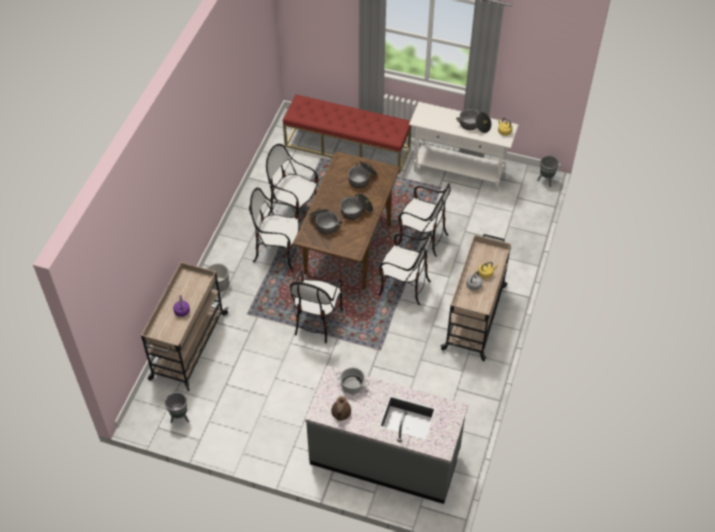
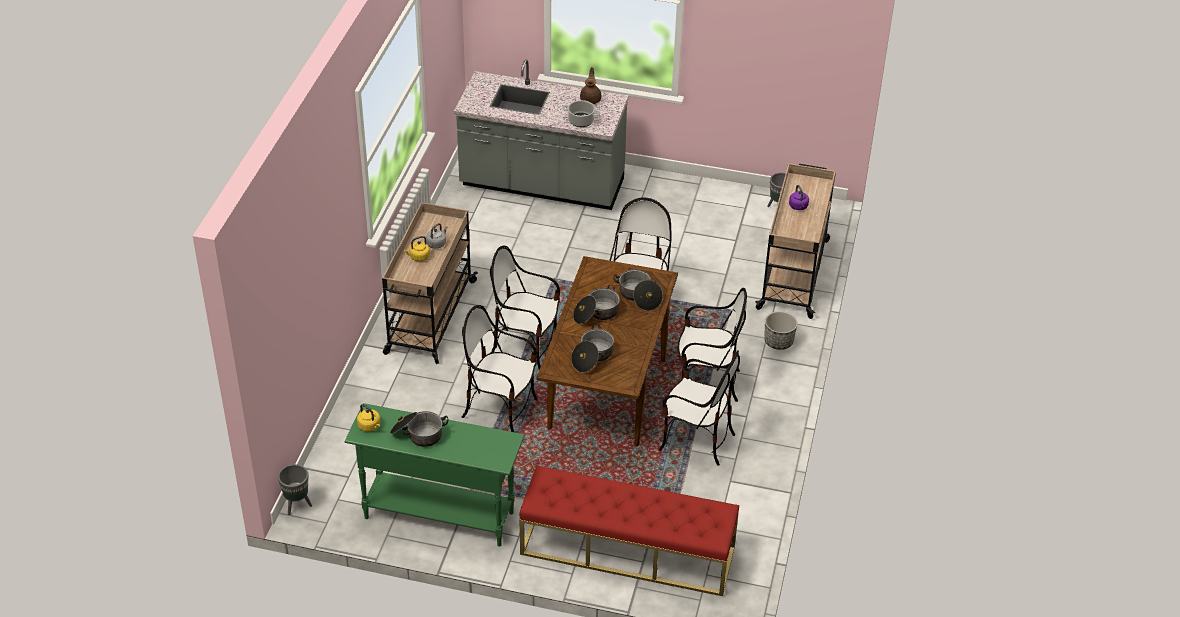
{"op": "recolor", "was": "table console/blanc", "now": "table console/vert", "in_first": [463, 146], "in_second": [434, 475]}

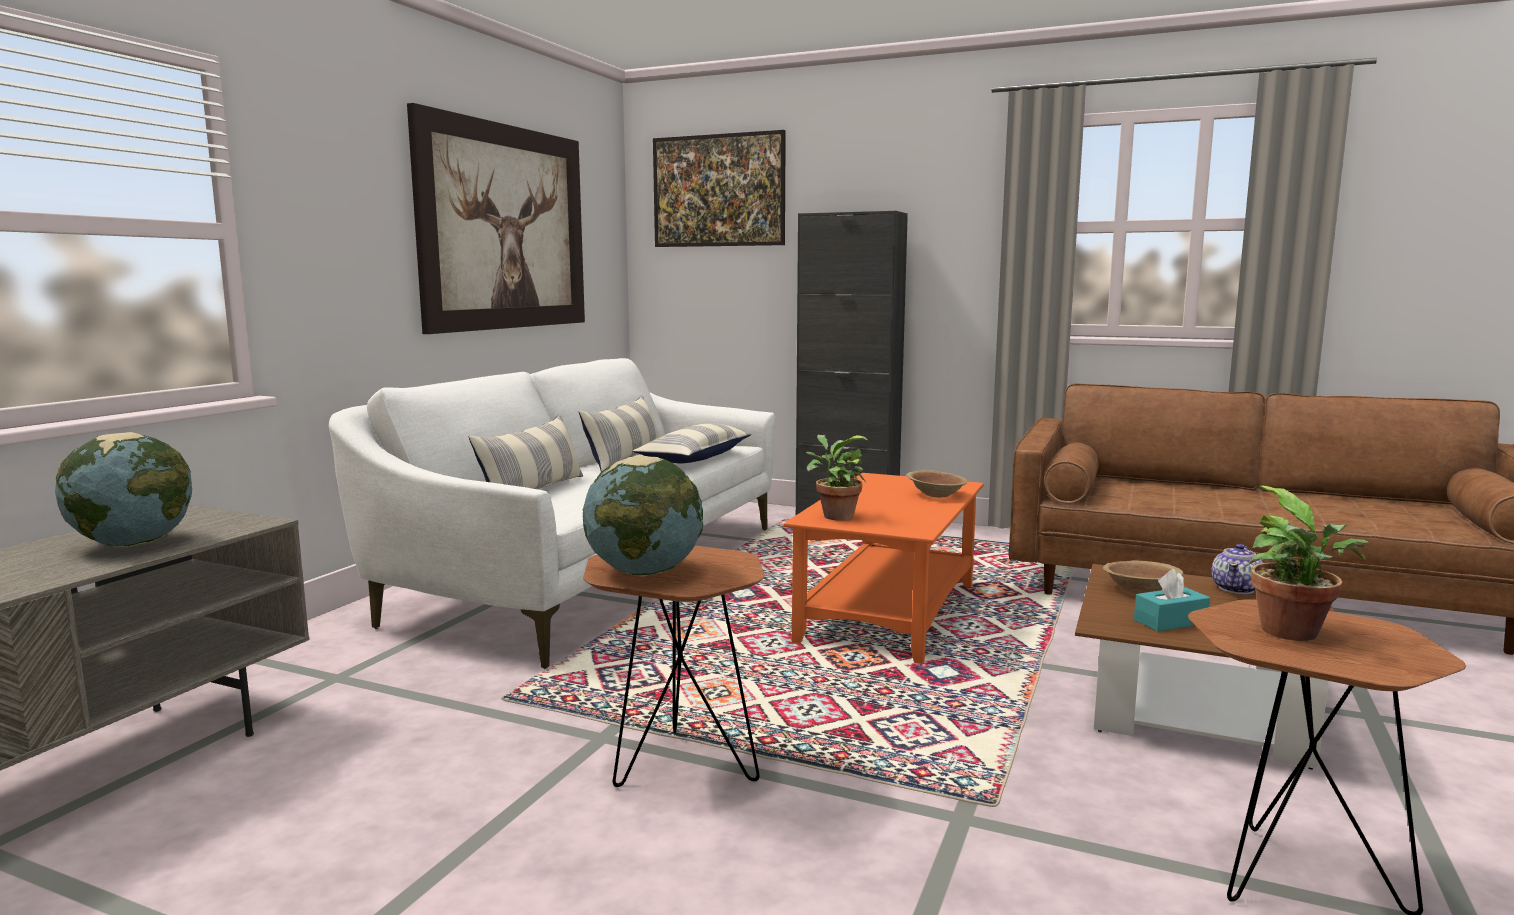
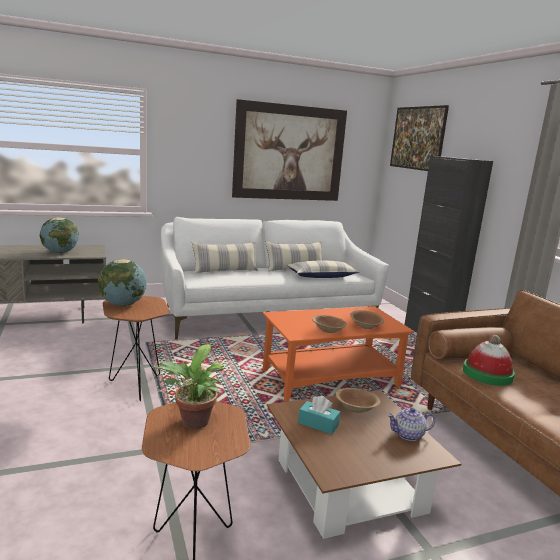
{"op": "insert", "now": "bol/marron", "in_second": [329, 324]}
{"op": "insert", "now": "chapeau", "in_second": [489, 360]}
{"op": "delete", "was": "plante en pot", "in_first": [836, 477]}

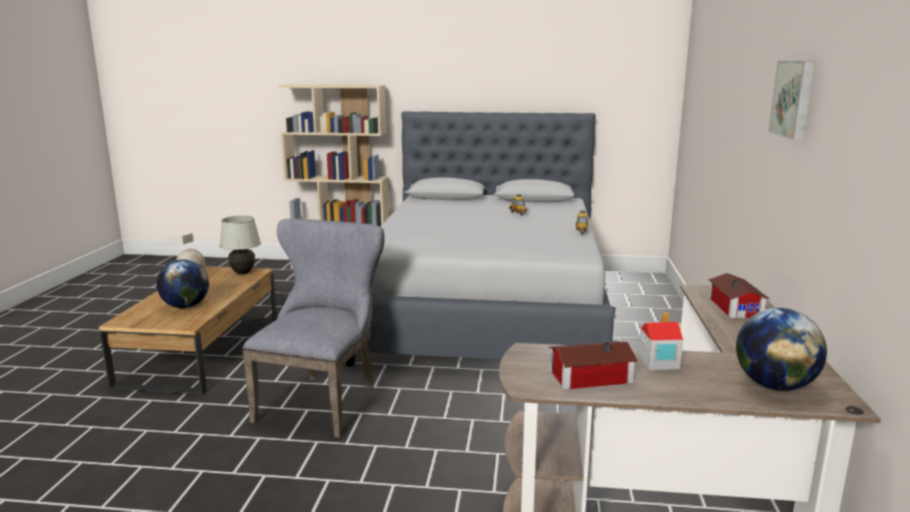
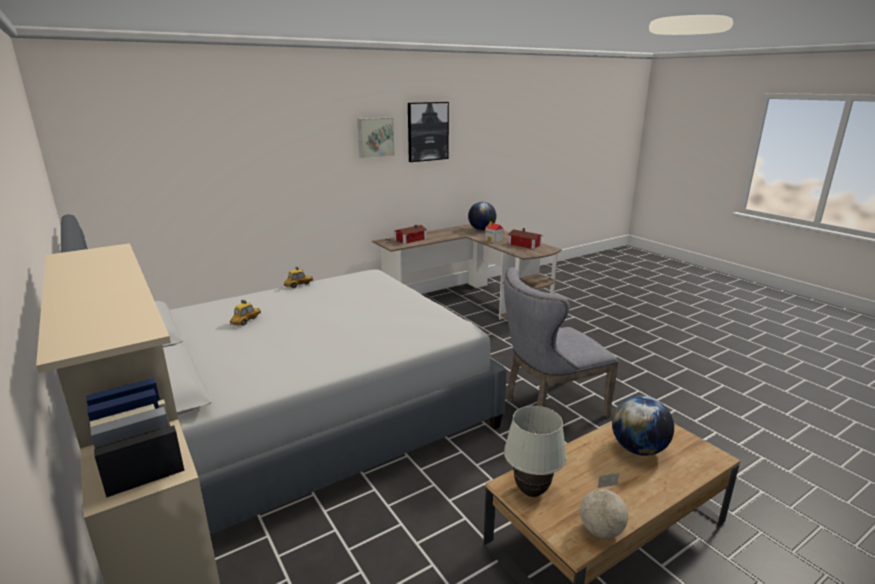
{"op": "insert", "now": "tableau", "in_second": [428, 132]}

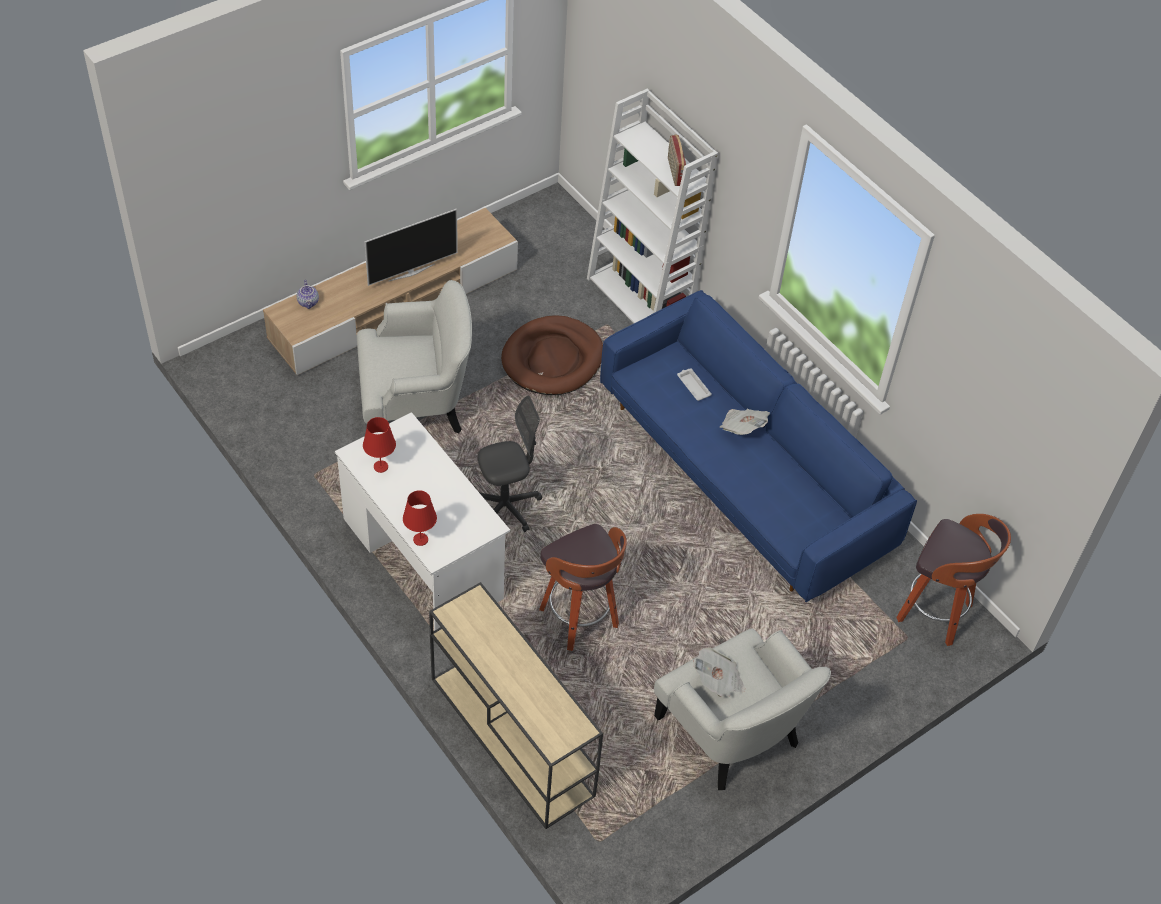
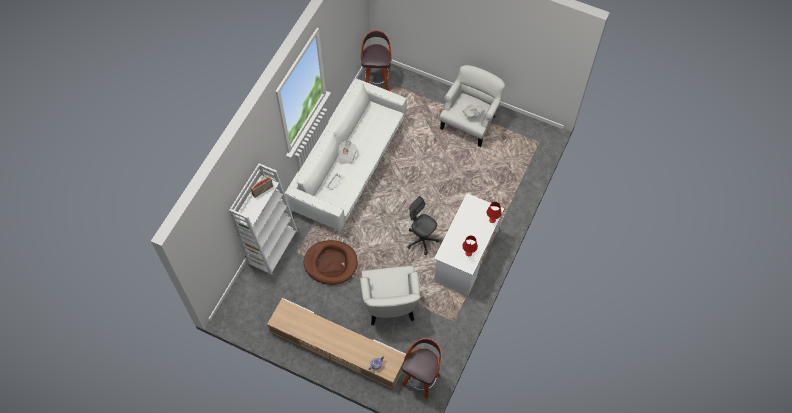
{"op": "recolor", "was": "canapé/bleu", "now": "canapé/blanc", "in_first": [758, 446], "in_second": [346, 155]}
{"op": "rotate", "was": "fauteuil/blanc", "in_first": [414, 357], "in_second": [390, 296], "clockwise": -150}
{"op": "move", "was": "tabouret", "in_first": [583, 587], "in_second": [422, 368]}
{"op": "delete", "was": "téléviseur", "in_first": [411, 247]}
{"op": "delete", "was": "table console/beige", "in_first": [516, 705]}

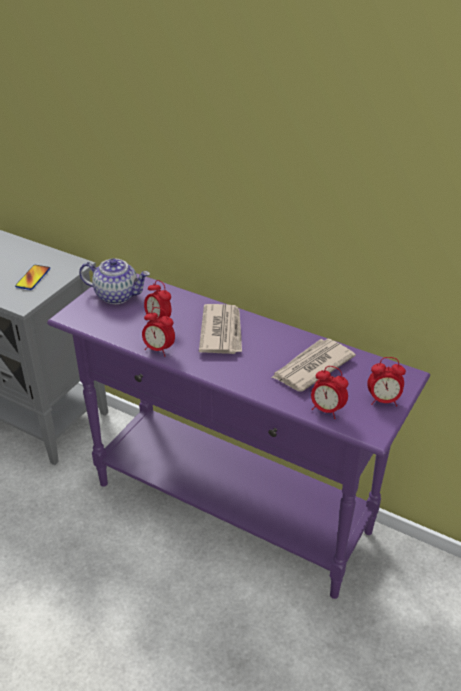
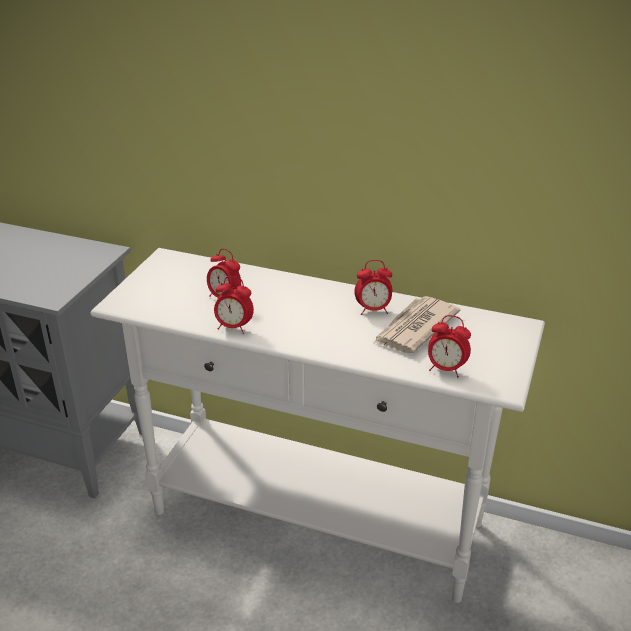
{"op": "recolor", "was": "table console/violet", "now": "table console/blanc", "in_first": [238, 436], "in_second": [318, 425]}
{"op": "move", "was": "réveil", "in_first": [386, 382], "in_second": [373, 287]}
{"op": "delete", "was": "téléphone", "in_first": [32, 277]}
{"op": "delete", "was": "théière", "in_first": [114, 281]}
{"op": "delete", "was": "journal", "in_first": [220, 329]}

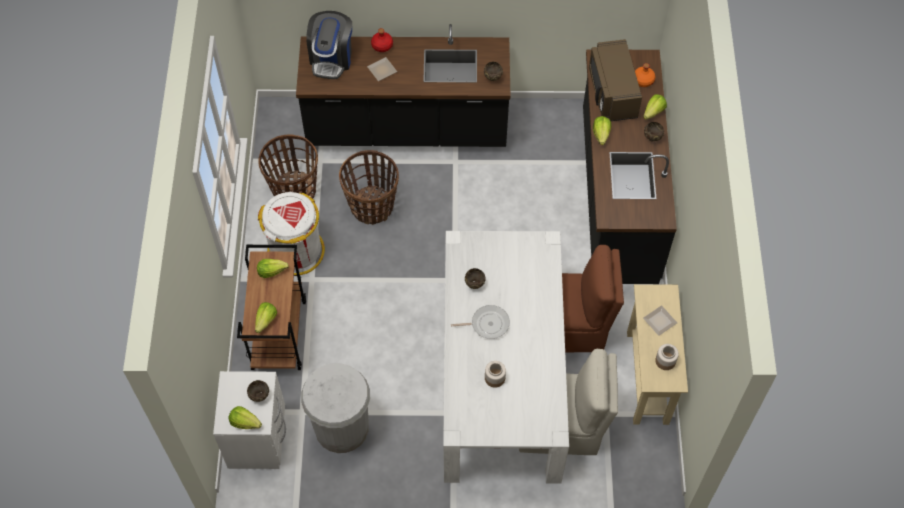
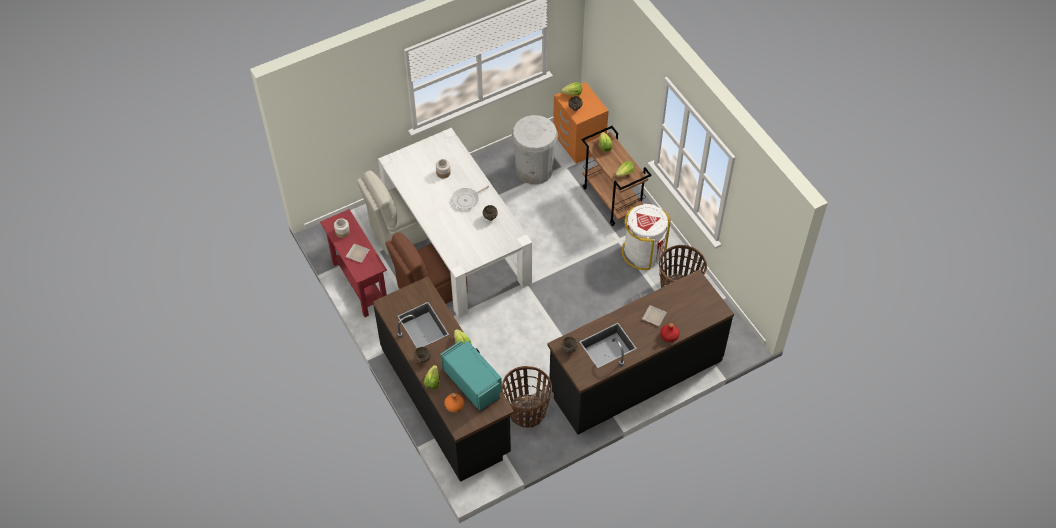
{"op": "recolor", "was": "table console/beige", "now": "table console/rouge", "in_first": [657, 354], "in_second": [353, 263]}
{"op": "recolor", "was": "micro-ondes/marron", "now": "micro-ondes/turquoise", "in_first": [615, 80], "in_second": [471, 376]}
{"op": "move", "was": "panier", "in_first": [369, 187], "in_second": [527, 397]}
{"op": "recolor", "was": "table de chevet/blanc", "now": "table de chevet/orange", "in_first": [249, 420], "in_second": [581, 123]}
{"op": "delete", "was": "machine à café", "in_first": [329, 45]}

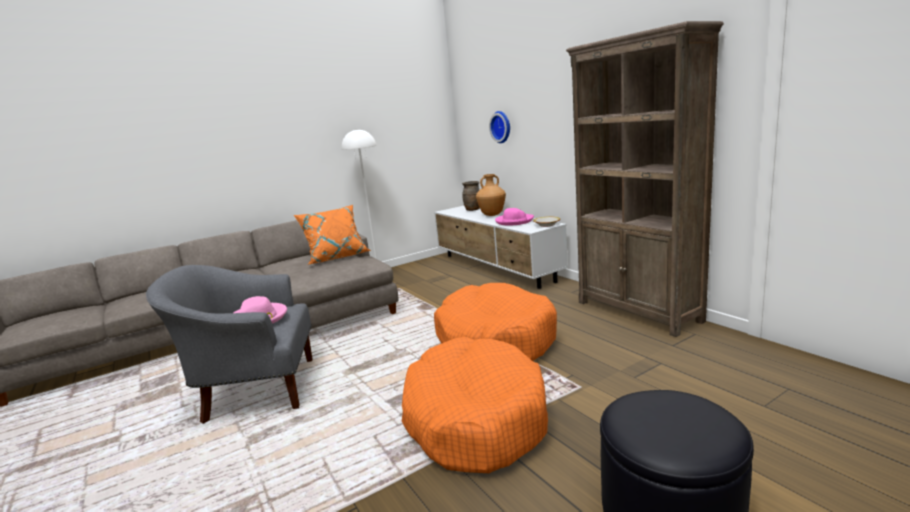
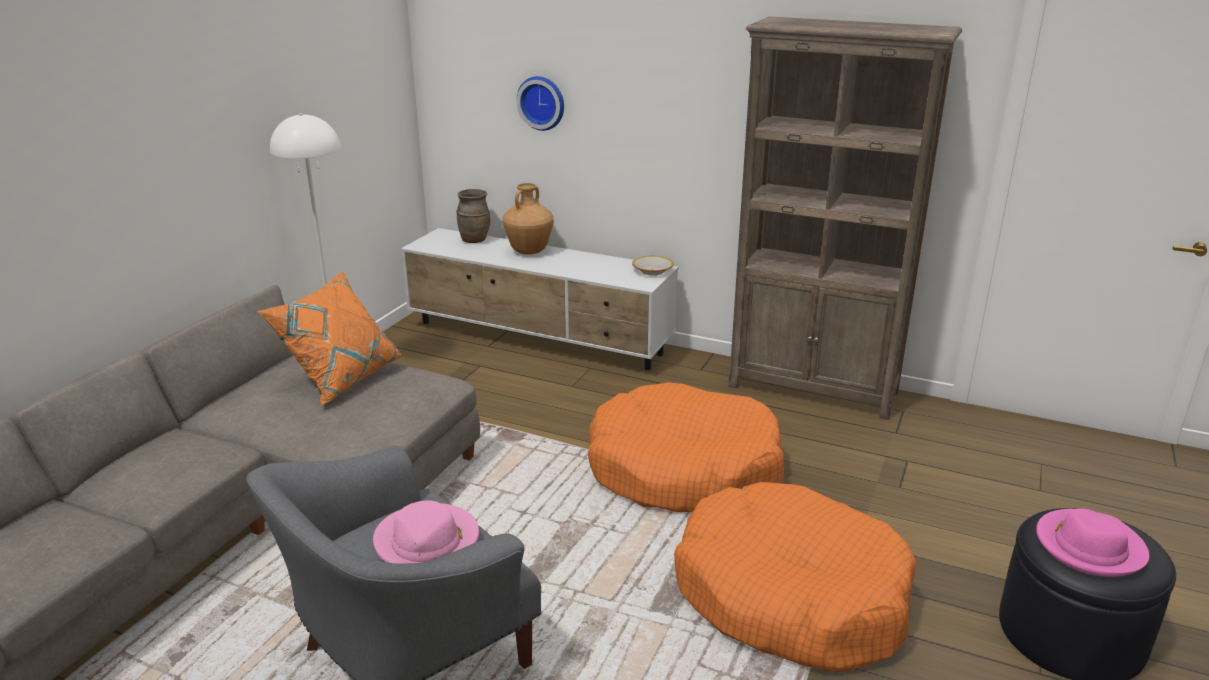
{"op": "move", "was": "chapeau/rose", "in_first": [514, 217], "in_second": [1092, 543]}

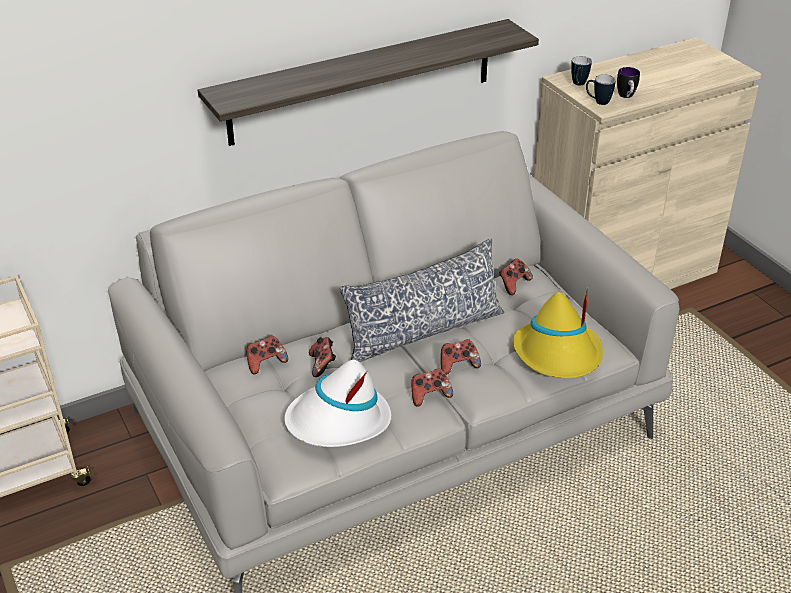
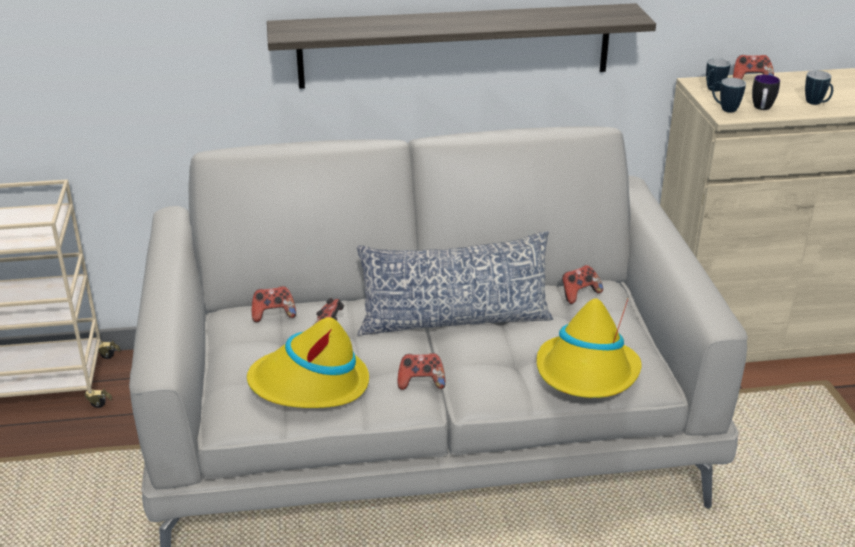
{"op": "recolor", "was": "chapeau/blanc", "now": "chapeau/jaune", "in_first": [337, 403], "in_second": [308, 362]}
{"op": "move", "was": "manette", "in_first": [461, 357], "in_second": [753, 67]}
{"op": "insert", "now": "mug", "in_second": [819, 87]}

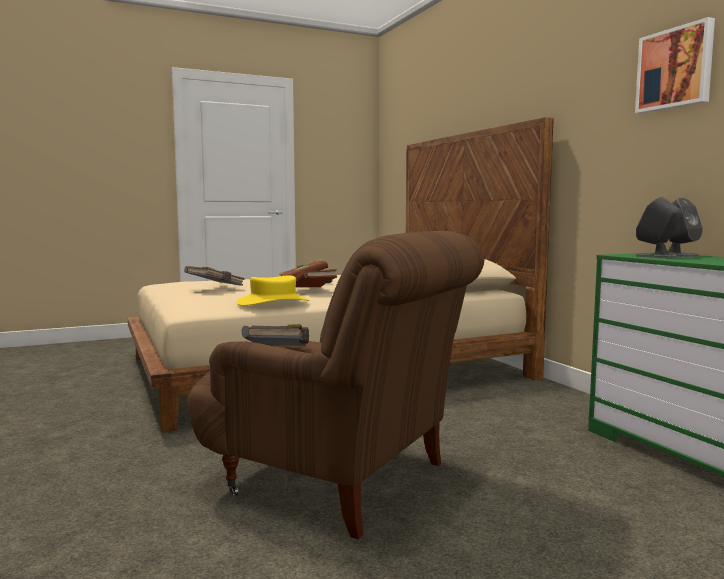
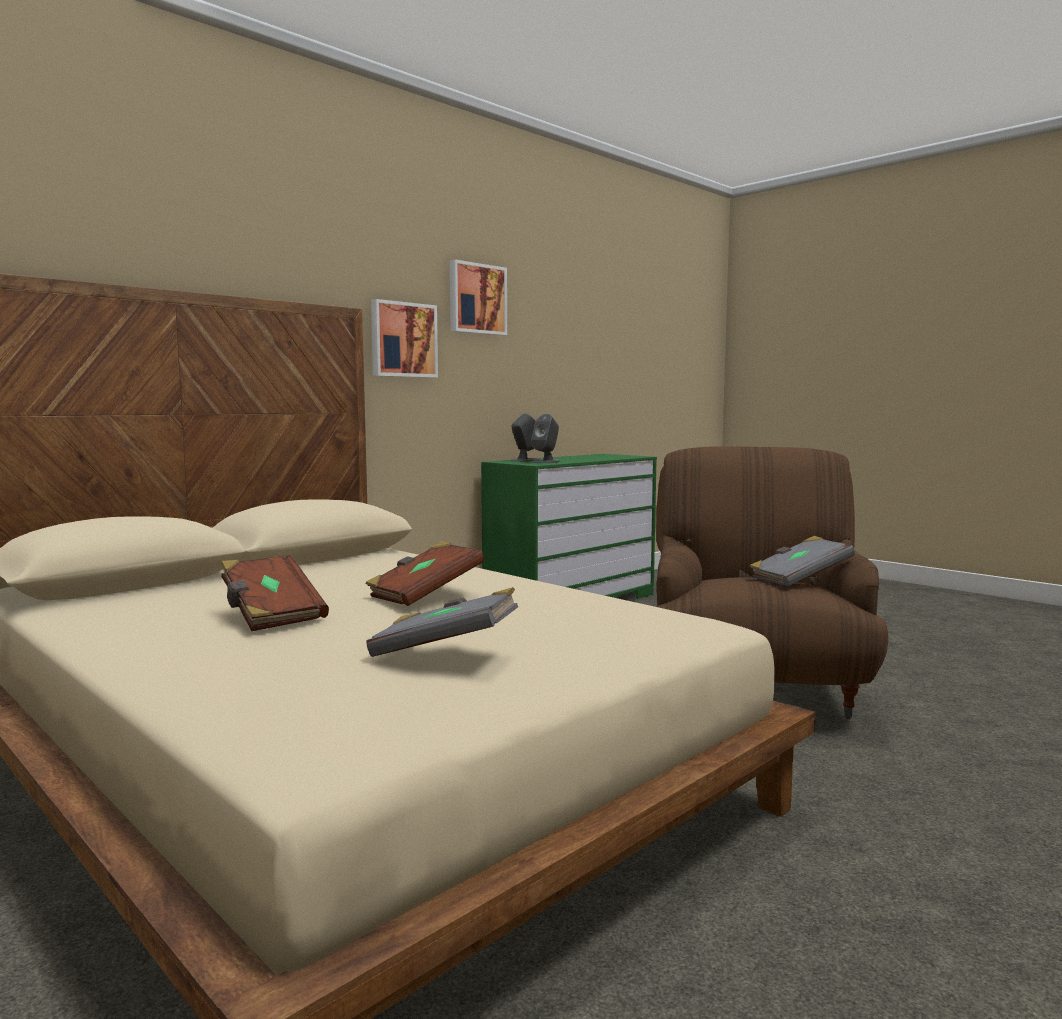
{"op": "insert", "now": "tableau", "in_second": [404, 338]}
{"op": "delete", "was": "chapeau/jaune", "in_first": [273, 290]}

